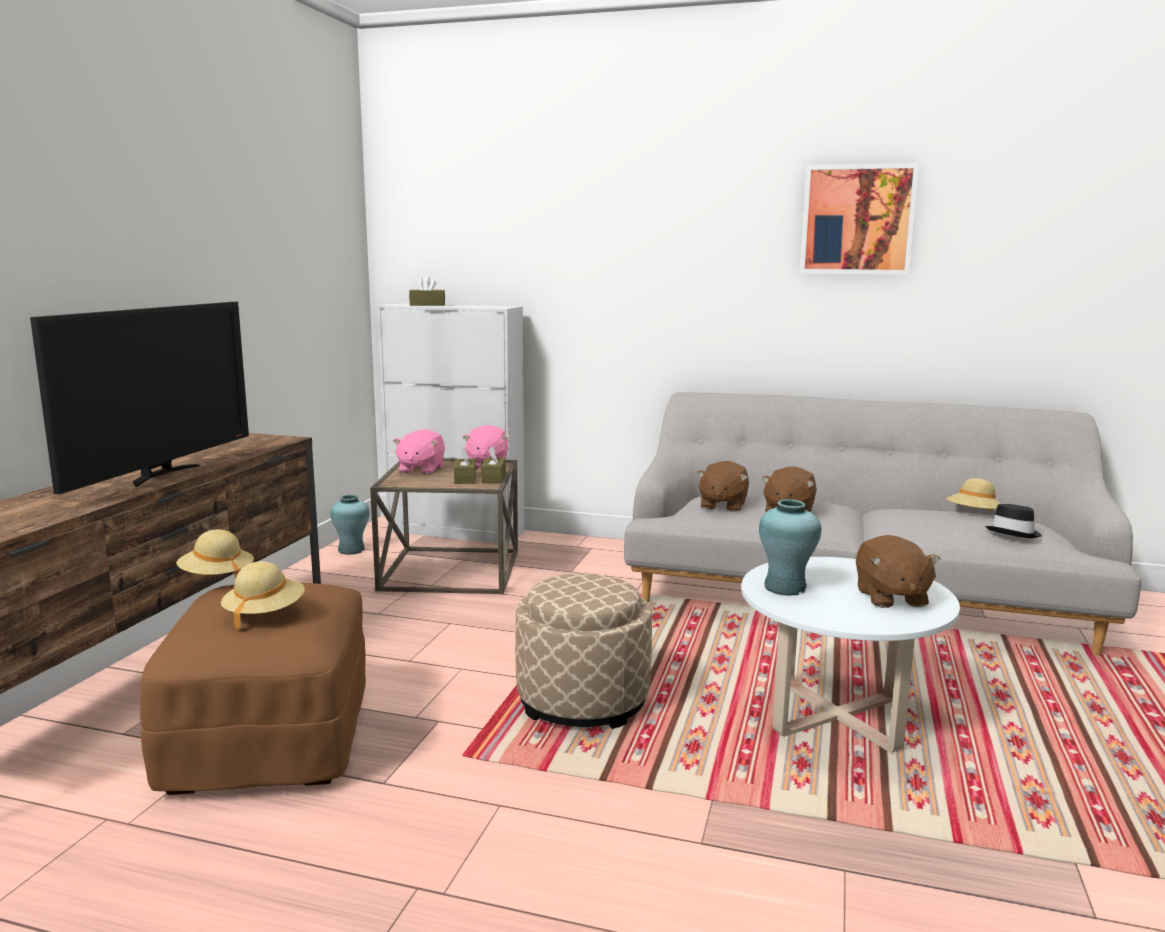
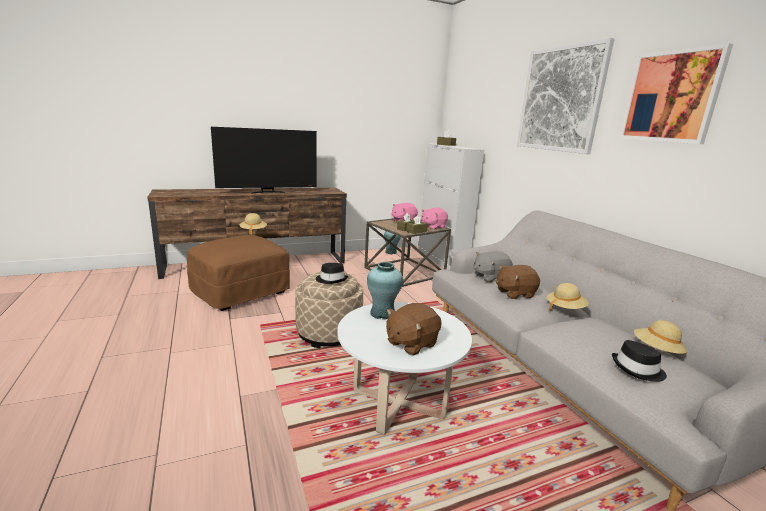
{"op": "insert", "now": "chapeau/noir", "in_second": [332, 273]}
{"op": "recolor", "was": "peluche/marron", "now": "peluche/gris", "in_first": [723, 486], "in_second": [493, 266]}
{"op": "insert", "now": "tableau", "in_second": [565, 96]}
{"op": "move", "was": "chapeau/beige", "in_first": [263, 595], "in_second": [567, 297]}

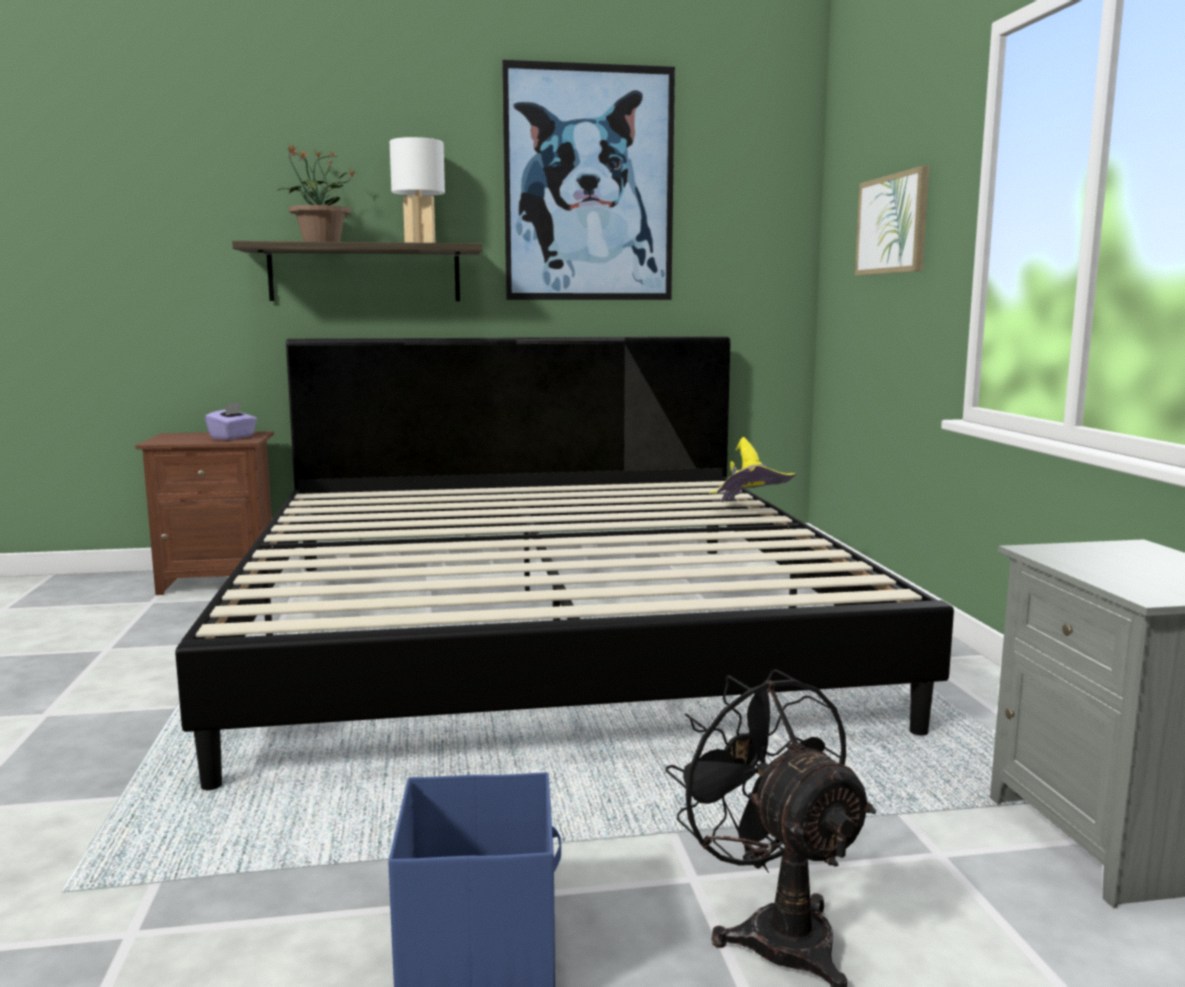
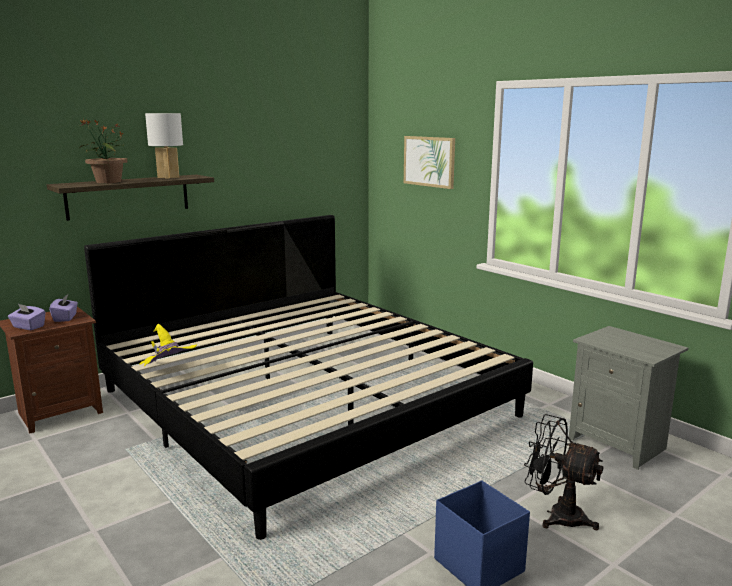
{"op": "insert", "now": "boîte à mouchoirs/violet", "in_second": [26, 316]}
{"op": "move", "was": "chapeau/jaune", "in_first": [752, 469], "in_second": [168, 345]}
{"op": "delete", "was": "tableau", "in_first": [588, 180]}

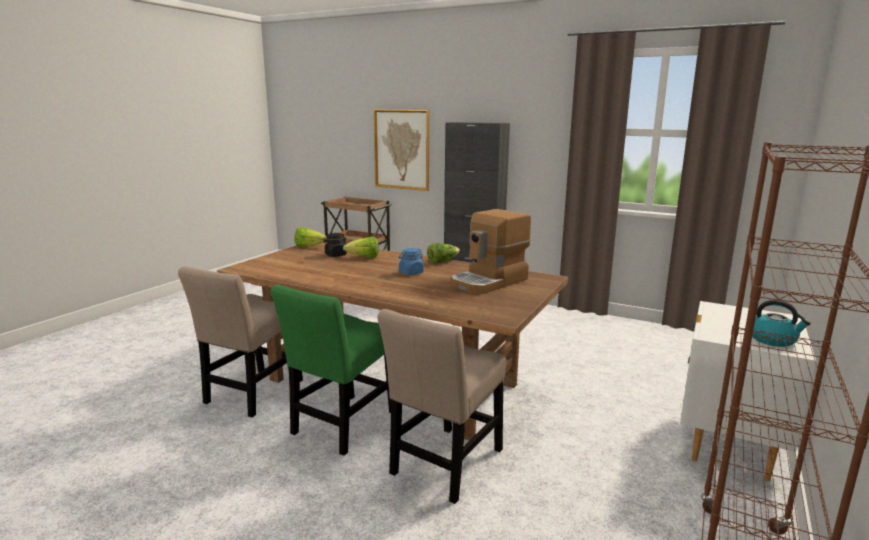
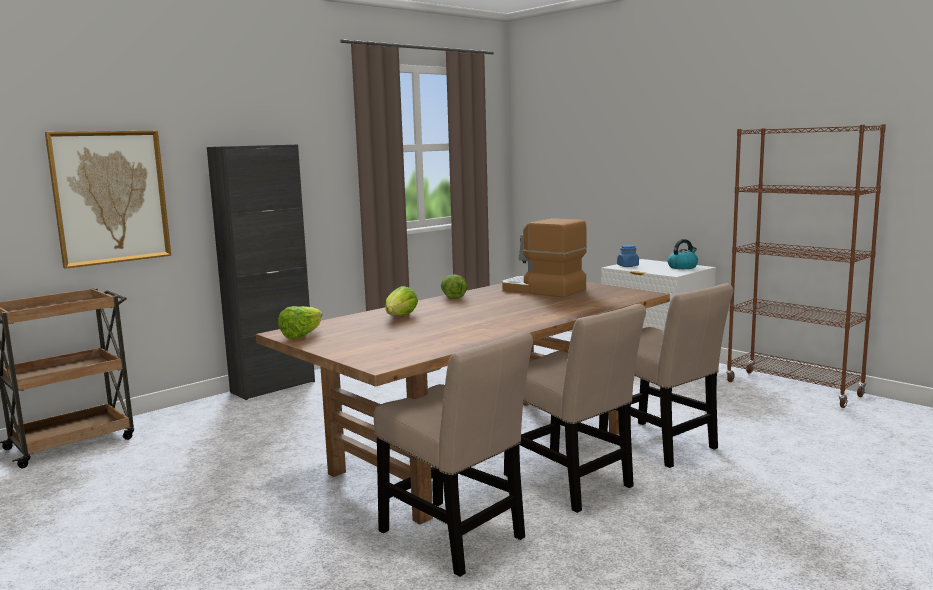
{"op": "rotate", "was": "machine à café", "in_first": [491, 251], "in_second": [544, 258], "clockwise": 150}
{"op": "recolor", "was": "chaise/vert", "now": "chaise/beige", "in_first": [331, 370], "in_second": [575, 408]}
{"op": "move", "was": "bocal/bleu", "in_first": [411, 261], "in_second": [628, 256]}
{"op": "delete", "was": "bocal/noir", "in_first": [335, 245]}

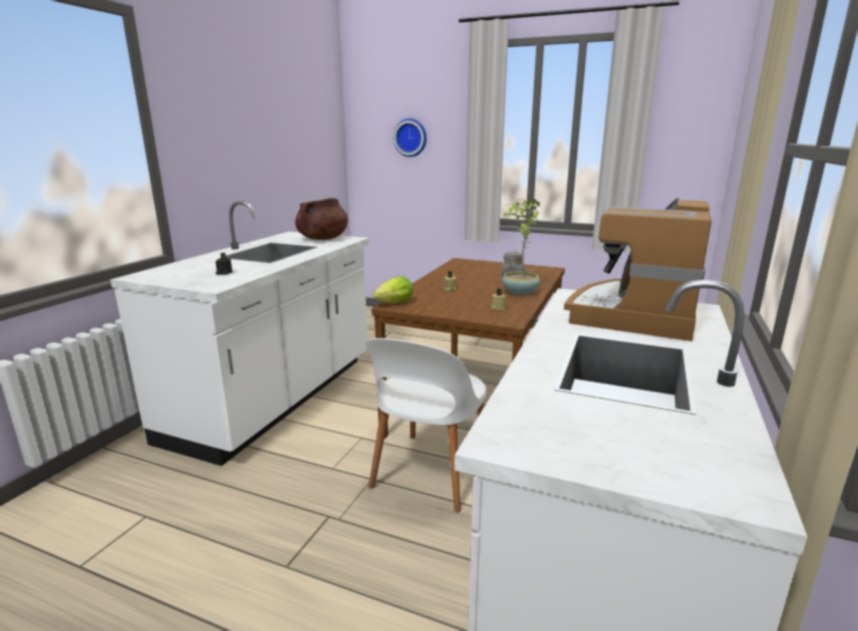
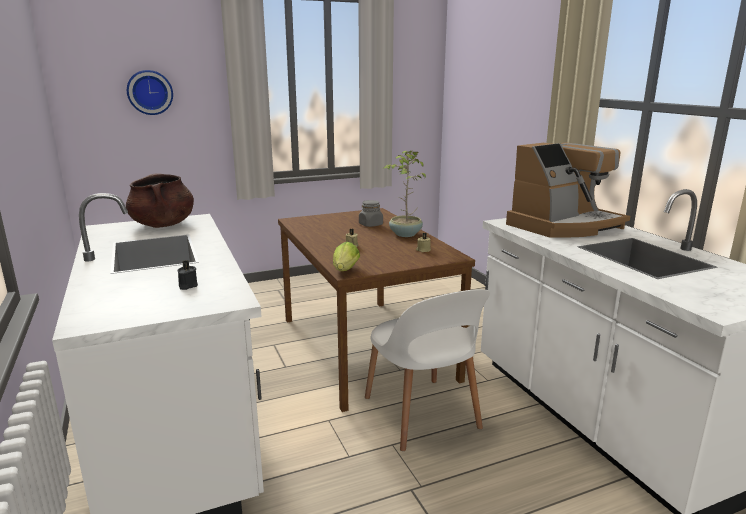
{"op": "rotate", "was": "machine à café", "in_first": [638, 269], "in_second": [568, 190], "clockwise": -105}

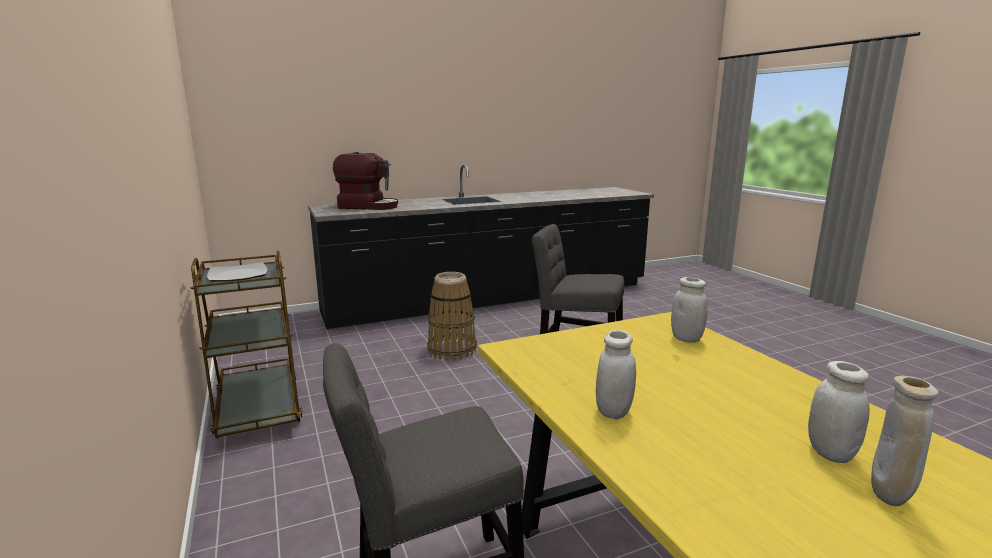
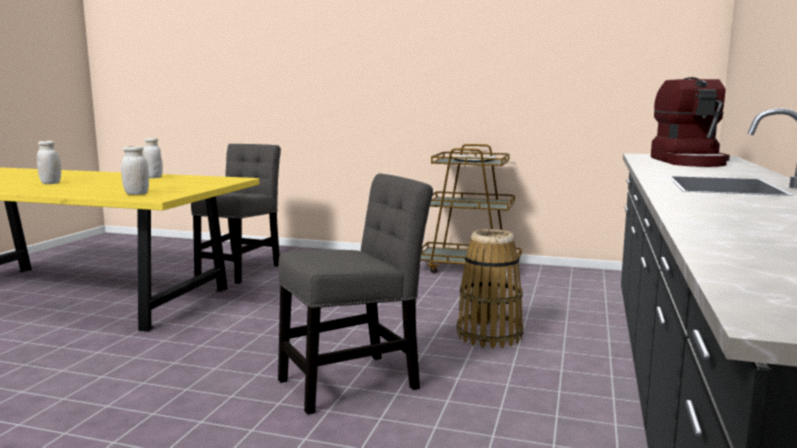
{"op": "rotate", "was": "machine à café", "in_first": [365, 181], "in_second": [690, 122], "clockwise": -45}
{"op": "delete", "was": "vase/beige", "in_first": [905, 441]}

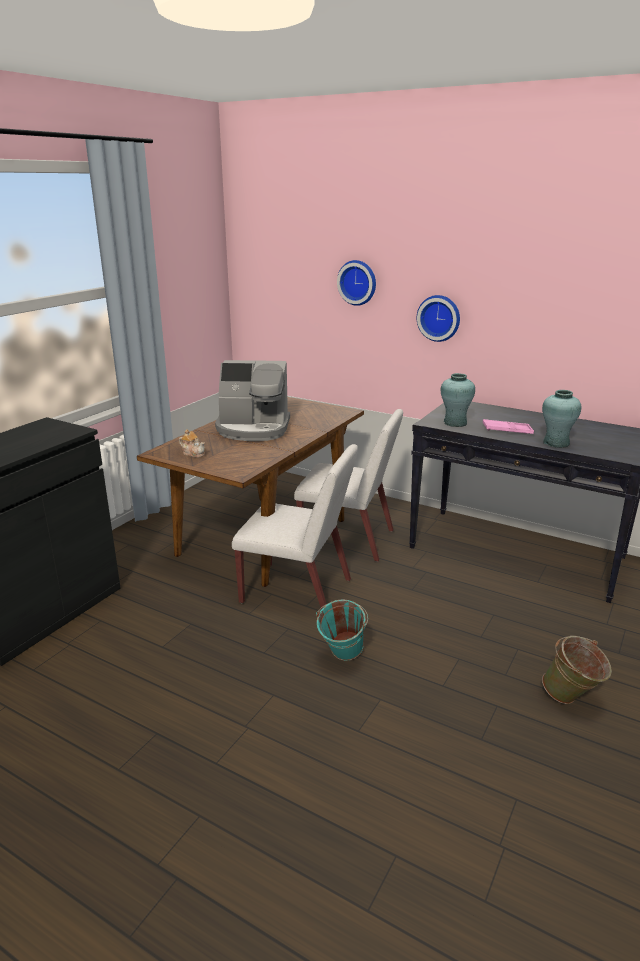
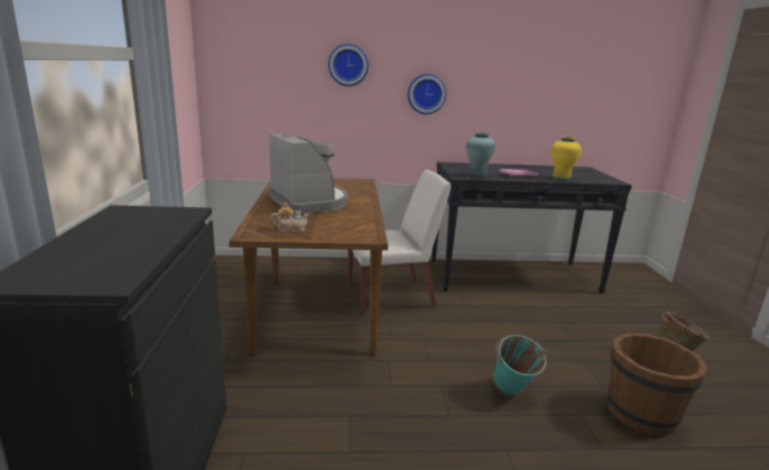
{"op": "rotate", "was": "machine à café", "in_first": [252, 400], "in_second": [308, 174], "clockwise": -90}
{"op": "recolor", "was": "vase/turquoise", "now": "vase/jaune", "in_first": [561, 419], "in_second": [566, 158]}
{"op": "insert", "now": "seau/marron", "in_second": [657, 385]}
{"op": "delete", "was": "chaise/blanc", "in_first": [295, 526]}

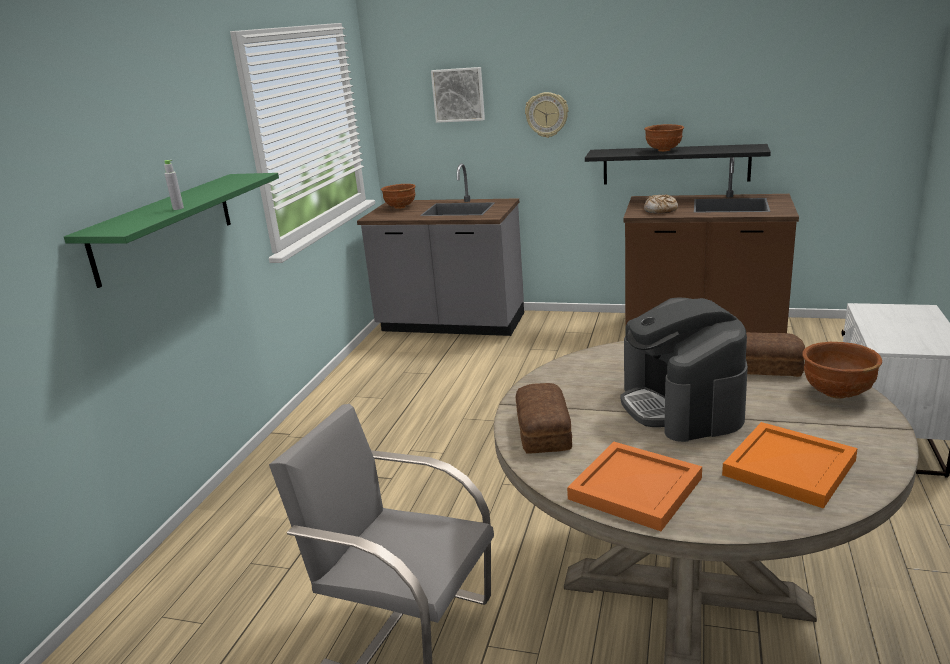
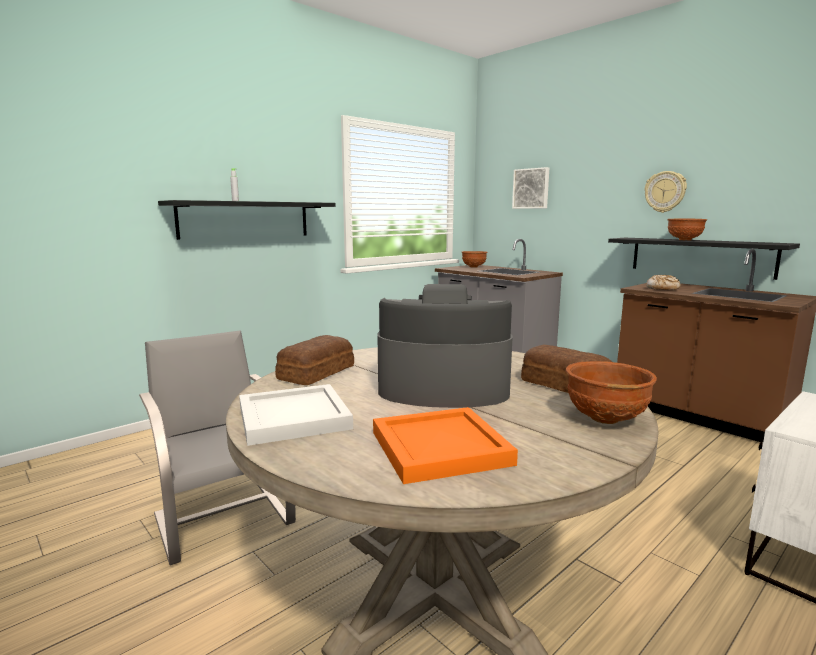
{"op": "recolor", "was": "étagère/vert", "now": "étagère/noir", "in_first": [171, 230], "in_second": [247, 220]}
{"op": "recolor", "was": "plateau/orange", "now": "plateau/blanc", "in_first": [634, 486], "in_second": [296, 415]}
{"op": "rotate", "was": "machine à café", "in_first": [684, 370], "in_second": [445, 346], "clockwise": 75}
{"op": "move", "was": "horloge murale", "in_first": [546, 115], "in_second": [665, 192]}

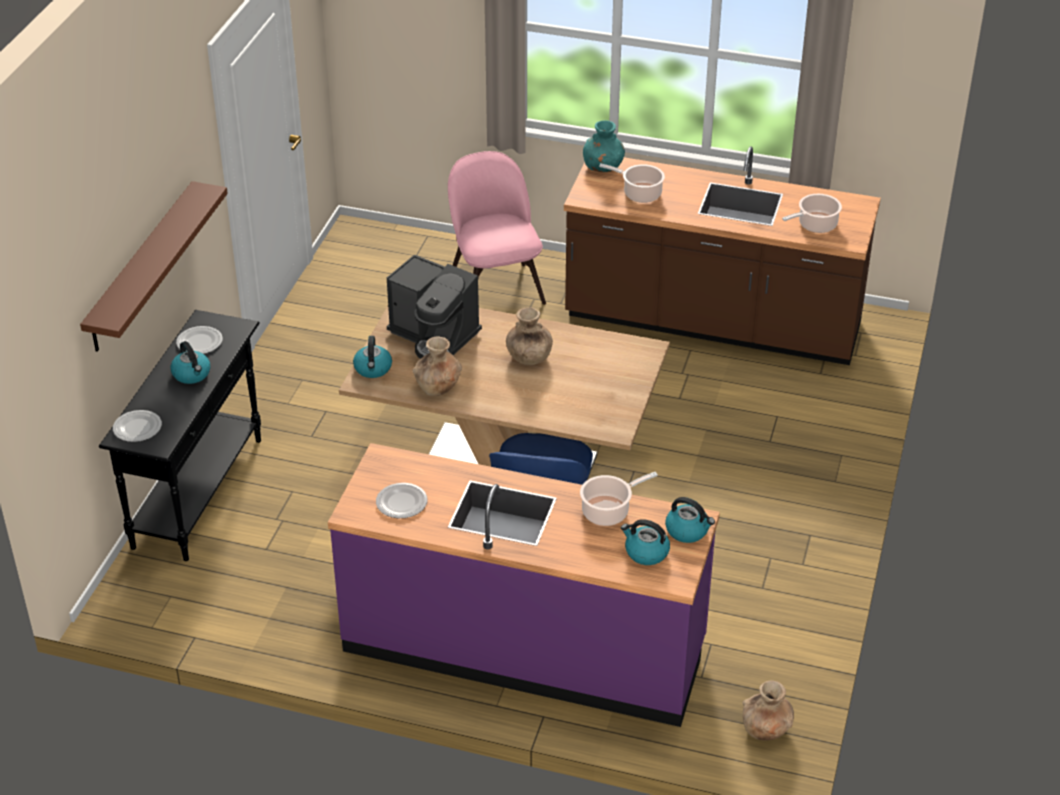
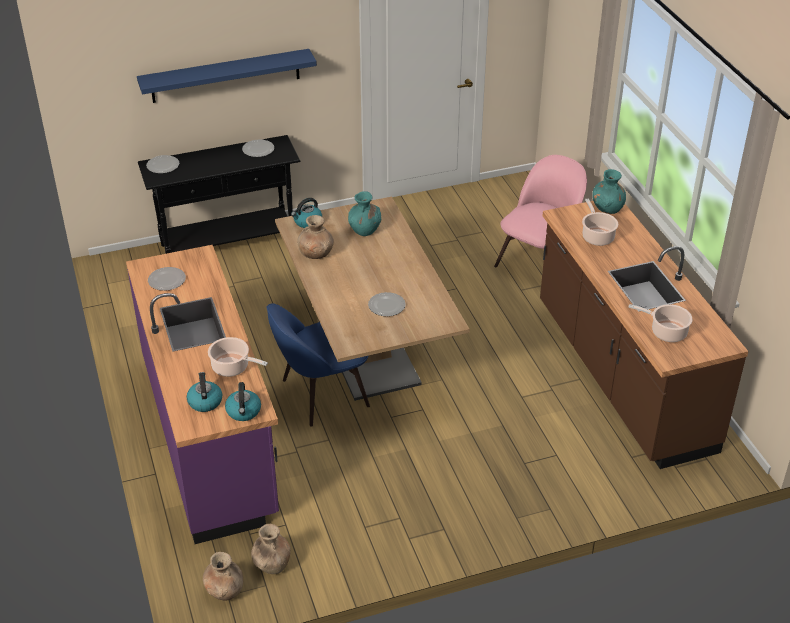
{"op": "recolor", "was": "étagère/marron", "now": "étagère/bleu", "in_first": [154, 266], "in_second": [227, 76]}
{"op": "move", "was": "vase/marron", "in_first": [529, 336], "in_second": [270, 549]}
{"op": "replace", "was": "machine à café", "now": "vase/turquoise", "in_first": [434, 306], "in_second": [364, 213]}
{"op": "insert", "now": "assiette", "in_second": [387, 304]}
{"op": "delete", "was": "bouilloire", "in_first": [190, 362]}

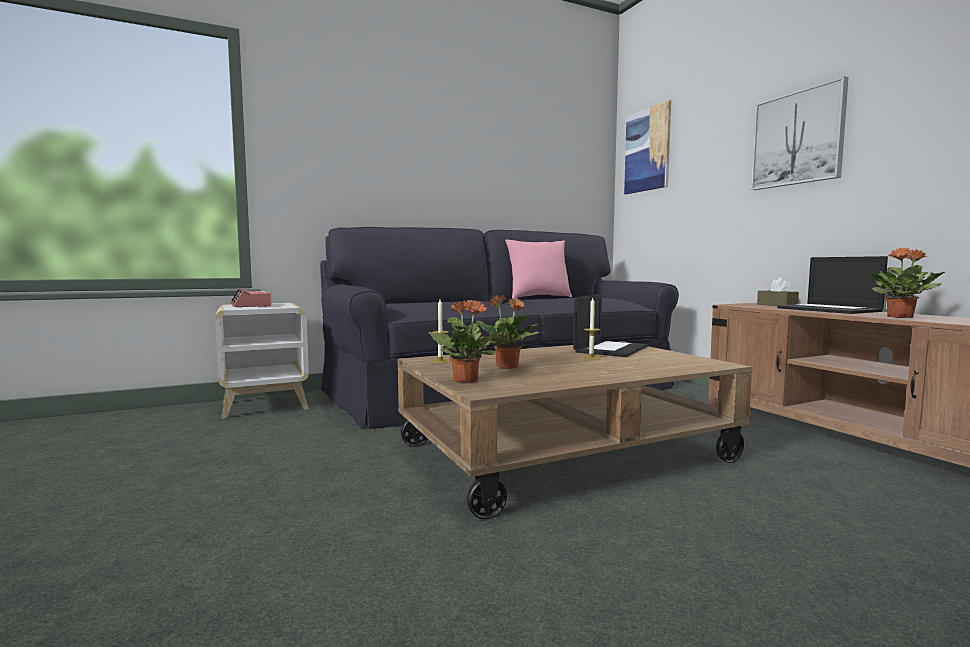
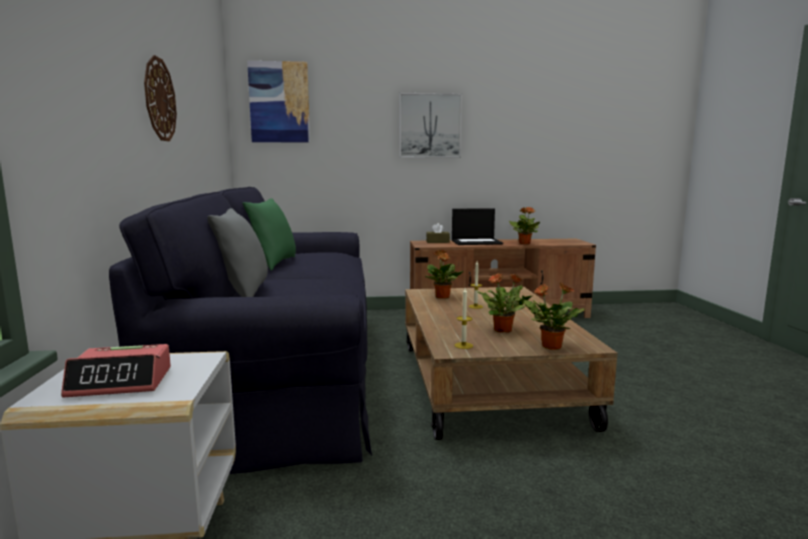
{"op": "insert", "now": "horloge murale", "in_second": [160, 98]}
{"op": "insert", "now": "coussin/gris", "in_second": [238, 252]}
{"op": "recolor", "was": "coussin/rose", "now": "coussin/vert", "in_first": [538, 269], "in_second": [269, 234]}
{"op": "replace", "was": "ordinateur portable", "now": "plante en pot", "in_first": [610, 325], "in_second": [444, 274]}

